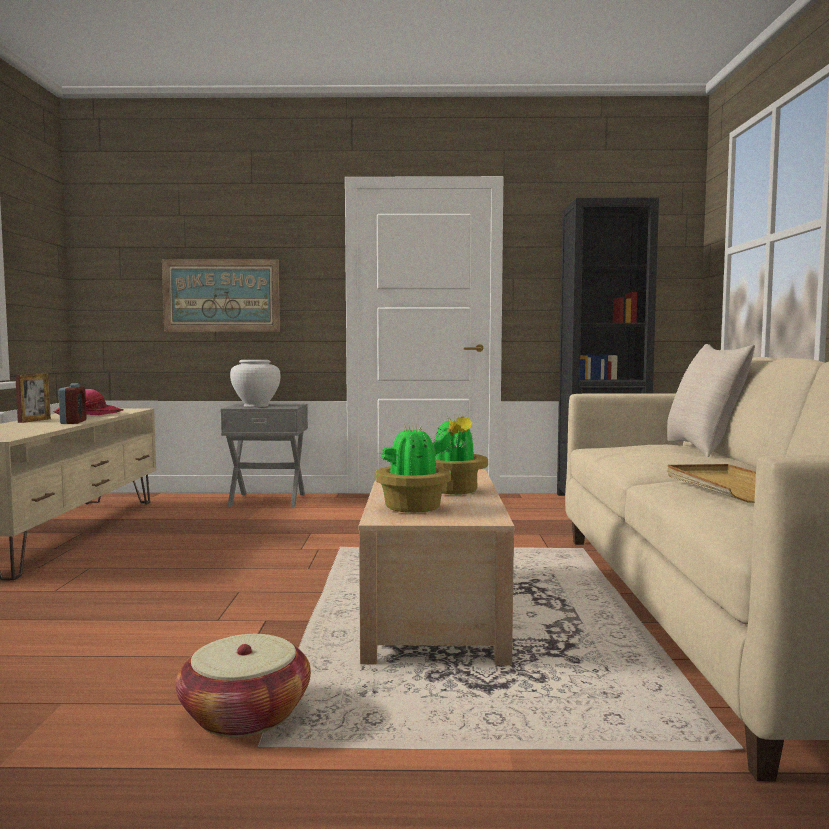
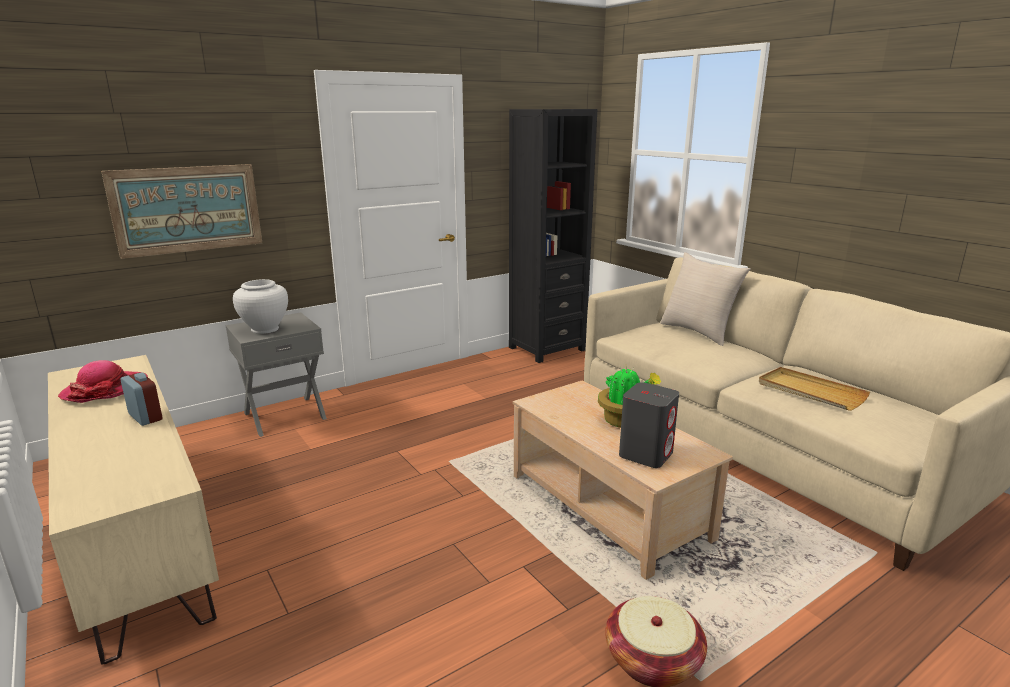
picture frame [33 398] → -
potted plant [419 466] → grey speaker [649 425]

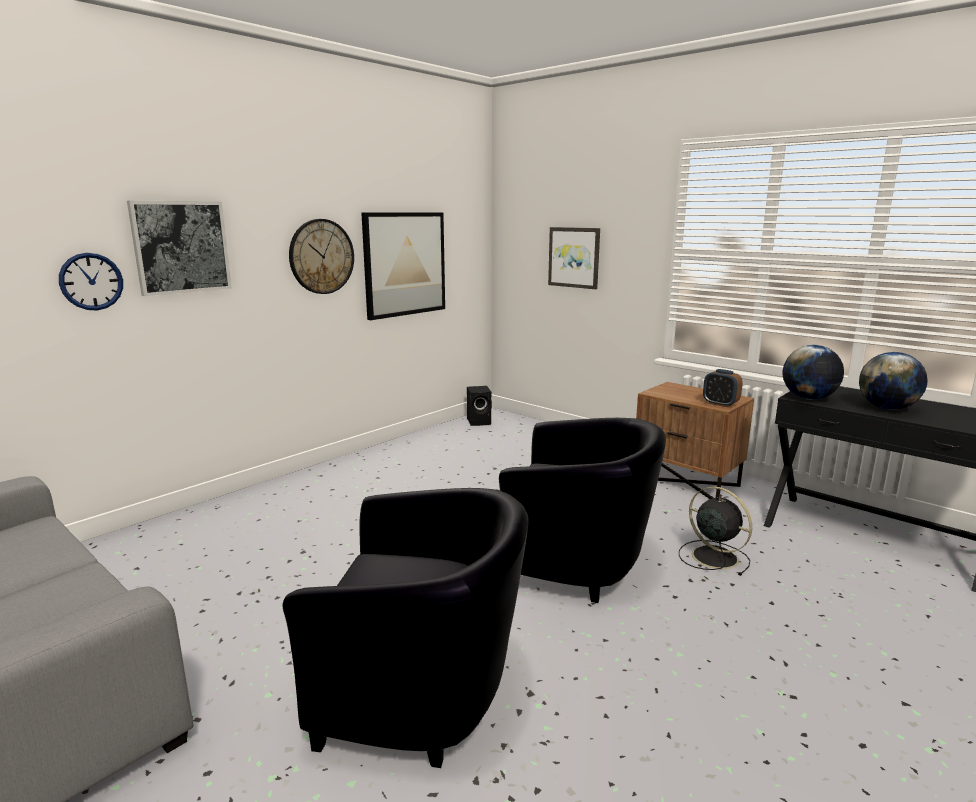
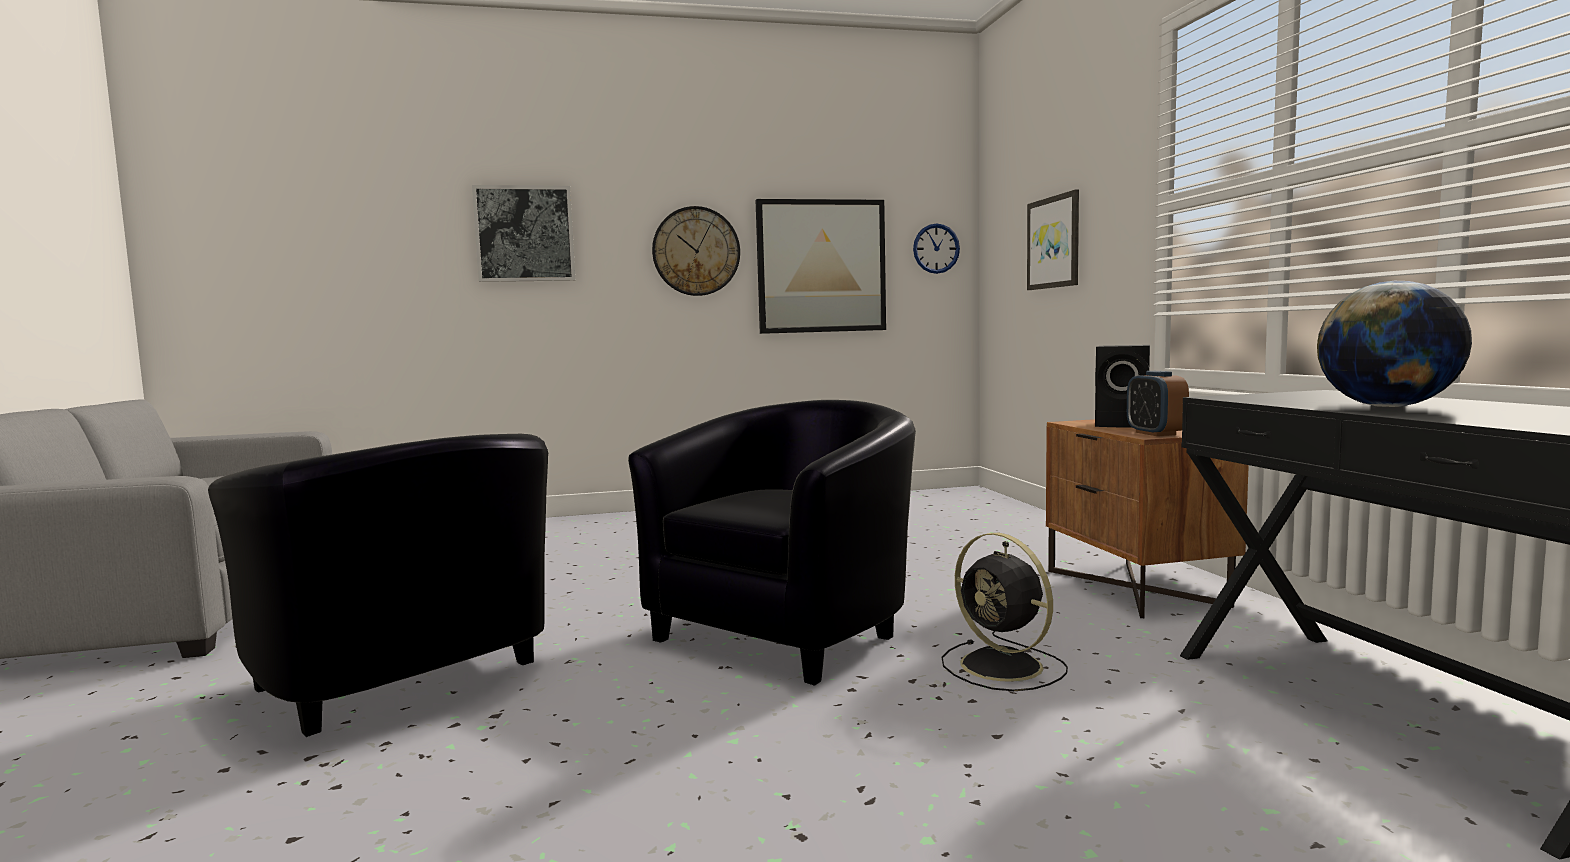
wall clock [91 281] → wall clock [936 248], moved
globe [813 372] → -
black speaker [479 406] → black speaker [1122 386], moved
black armchair [582 510] → black armchair [772 543], 105 degrees counterclockwise
black fan [715 531] → black fan [1004 612], 150 degrees clockwise

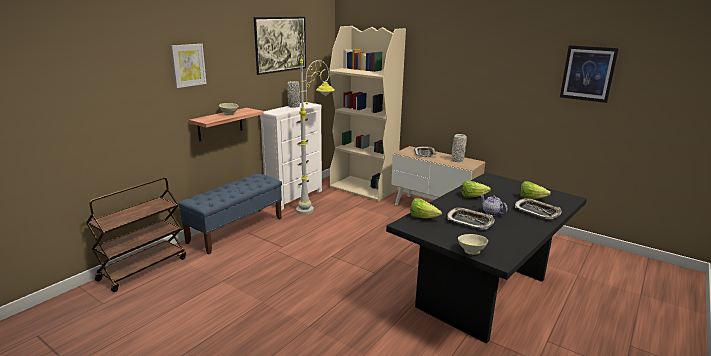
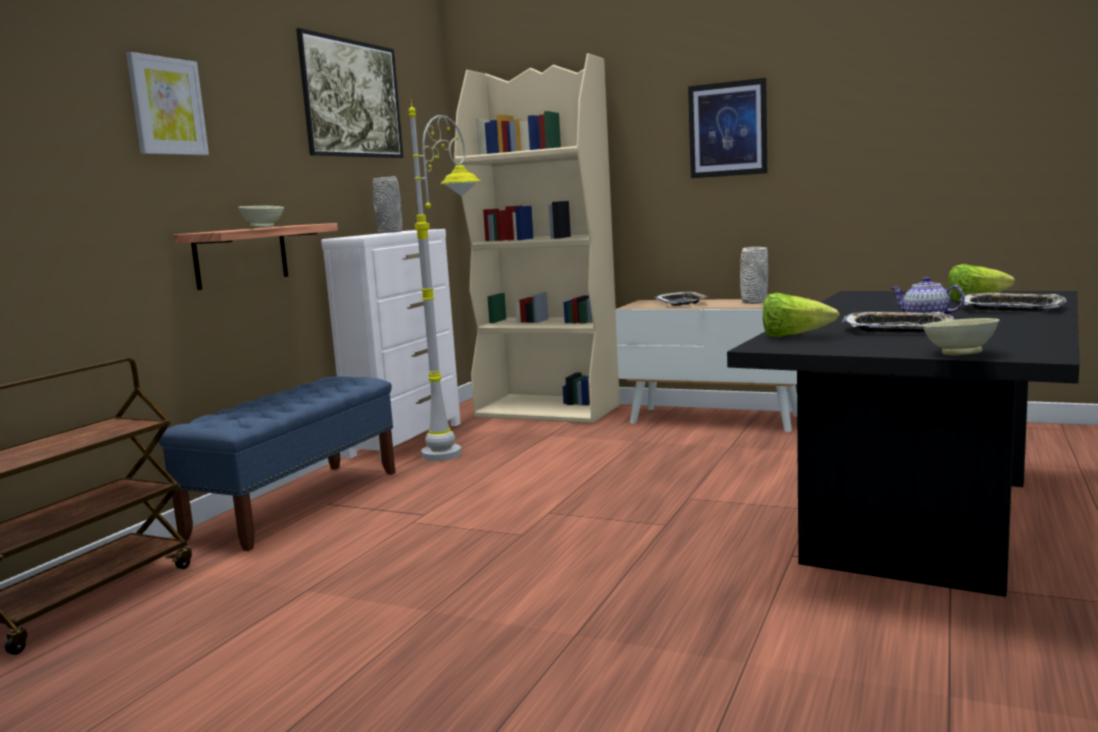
picture [589 74] → picture [727 128], moved
lettuce [476 189] → -

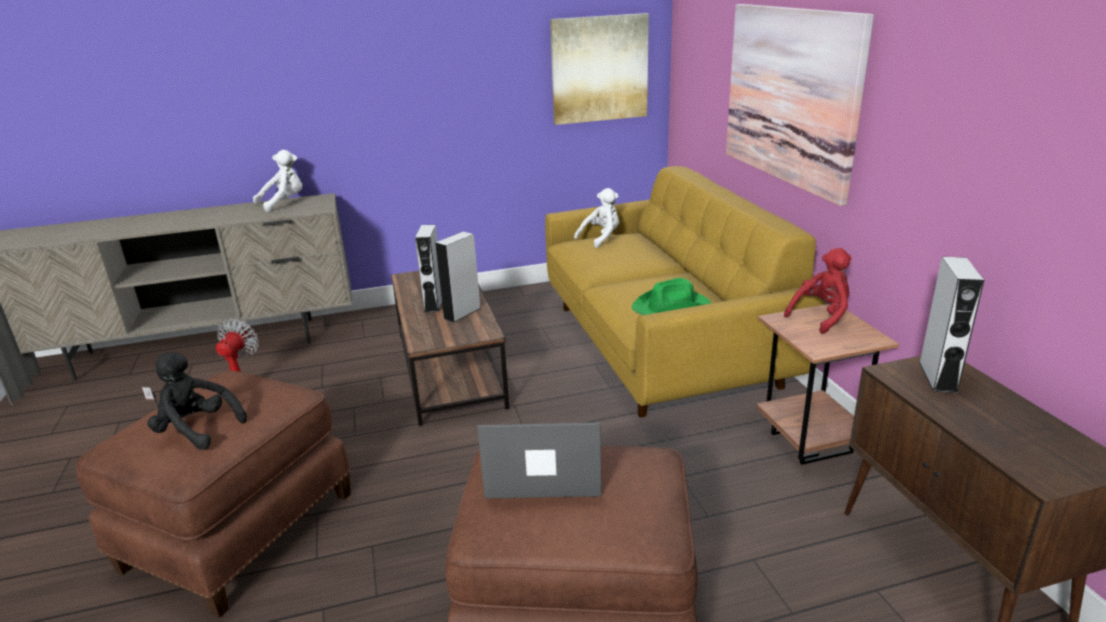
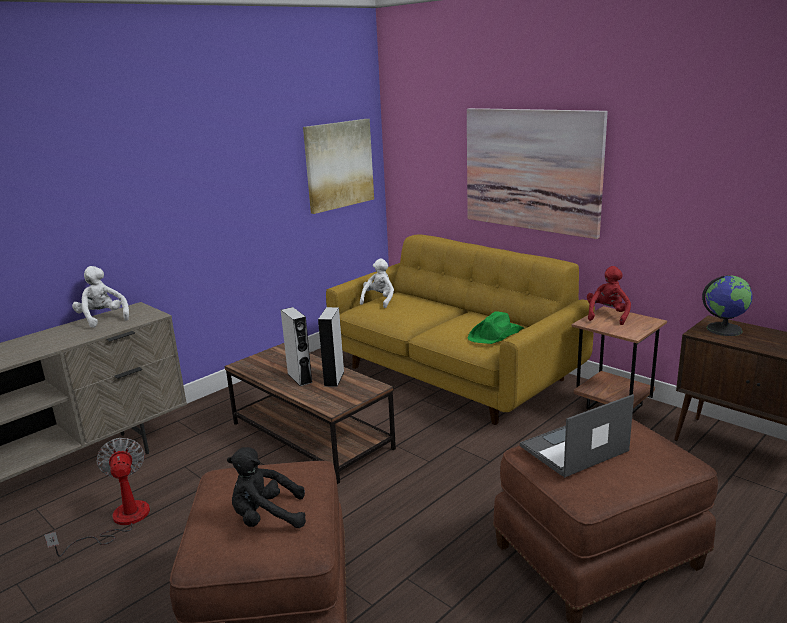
white plush toy [277 181] → white plush toy [100 297], 60 degrees counterclockwise
grey speaker [951 325] → globe [727 305]

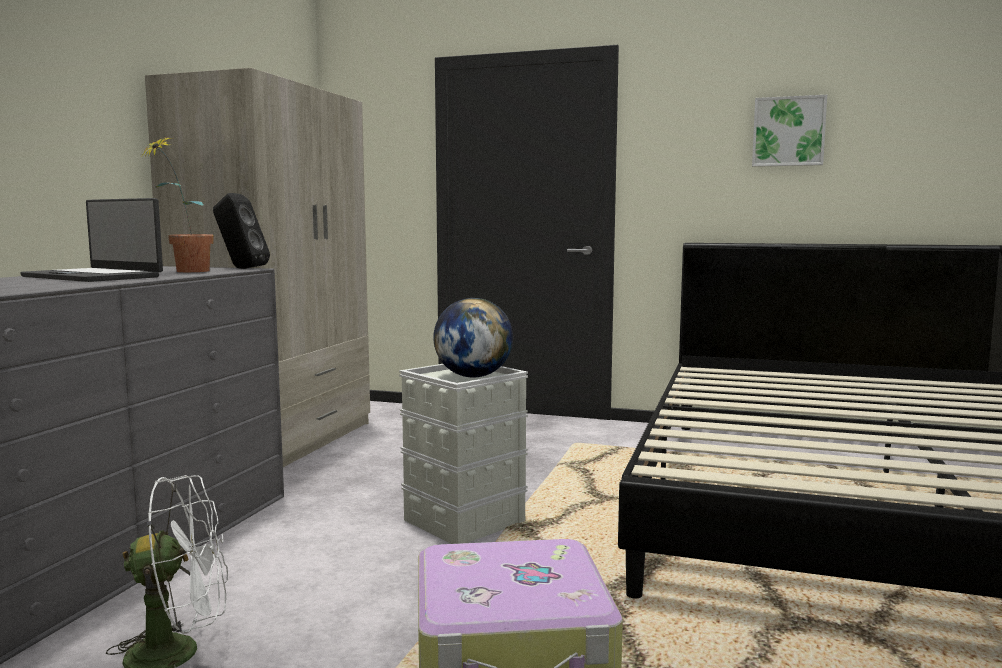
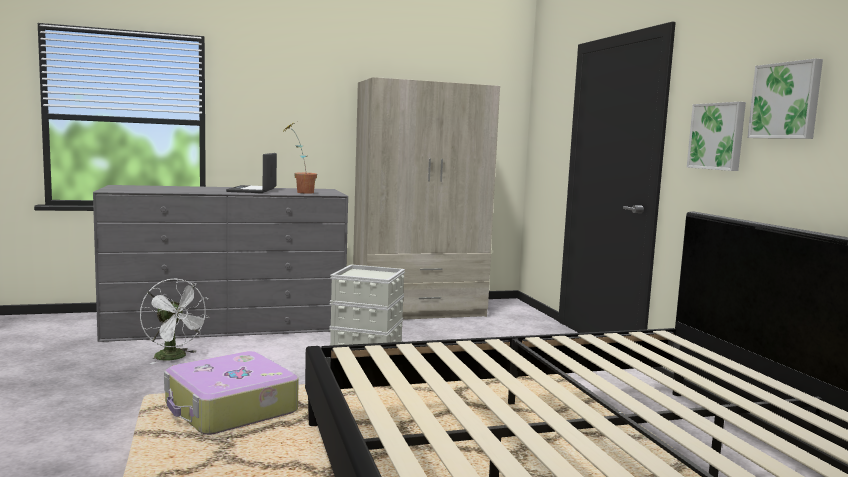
black speaker [241 231] → -
globe [473 337] → -
- → picture [716 136]

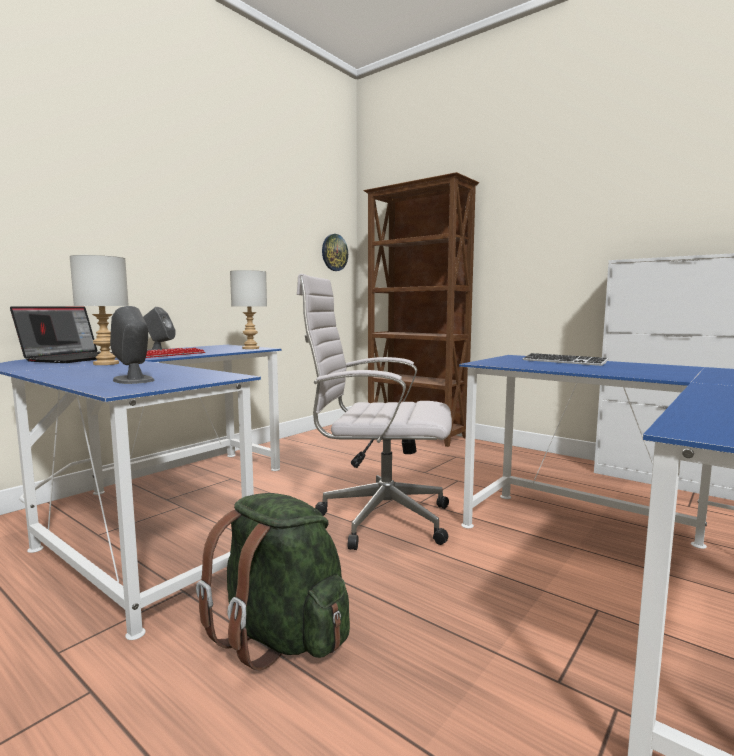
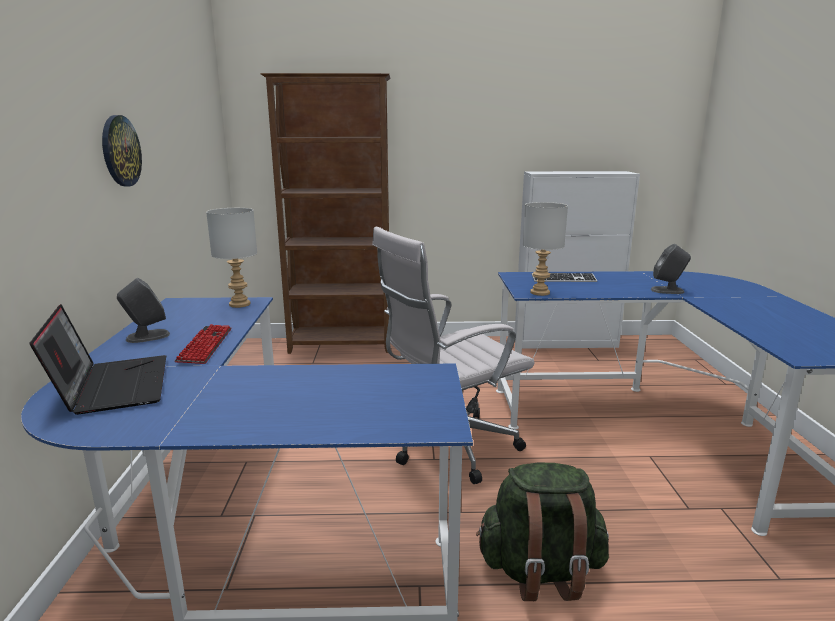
wall clock [335 252] → wall clock [122 150], moved
grey table lamp [99 310] → grey table lamp [545 249], moved
grey speaker [132 345] → grey speaker [671 269], moved

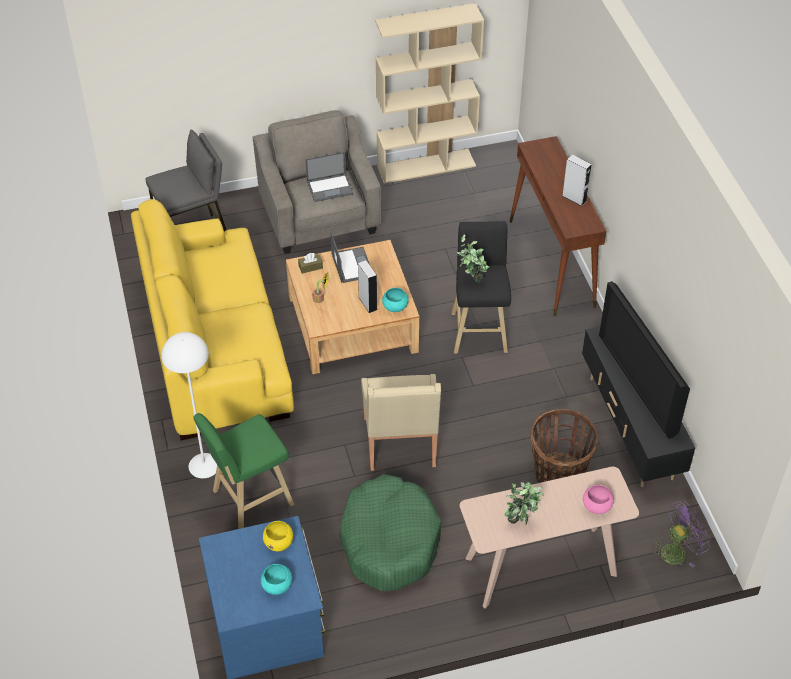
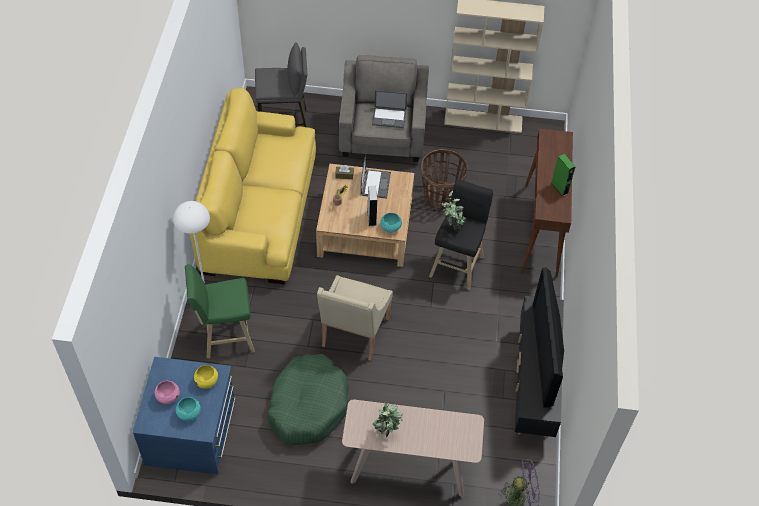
grey speaker [577 180] → green speaker [563 175]
basket [564 446] → basket [444 179], moved
pink bowl [598 499] → pink bowl [167 392], moved

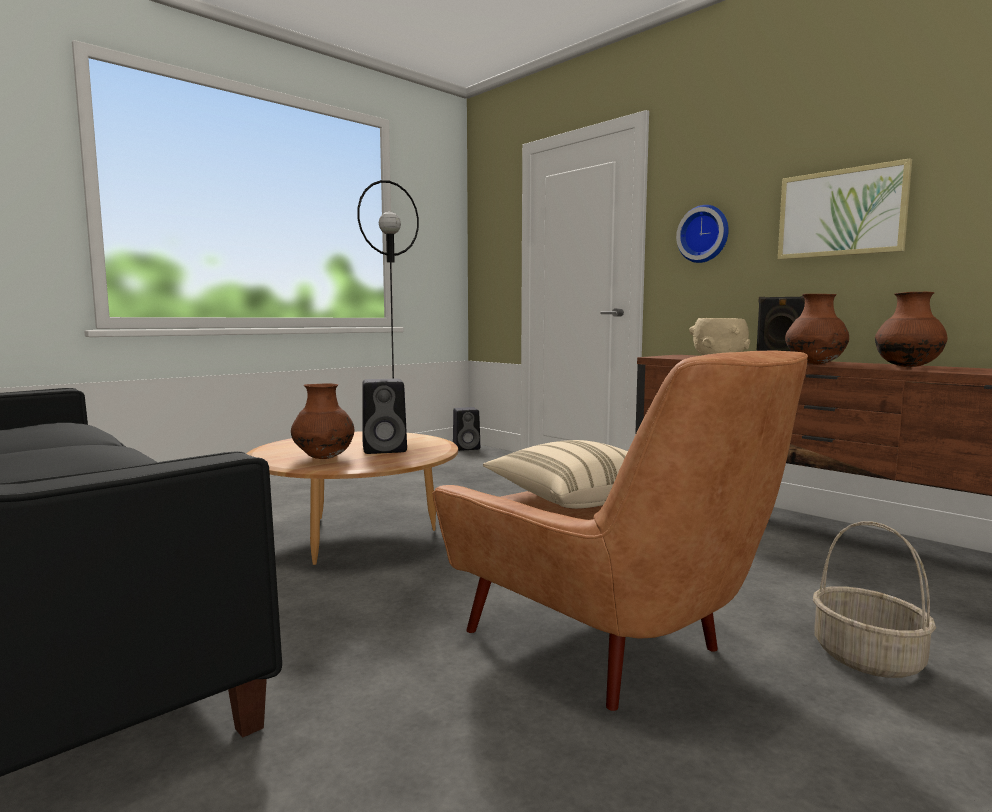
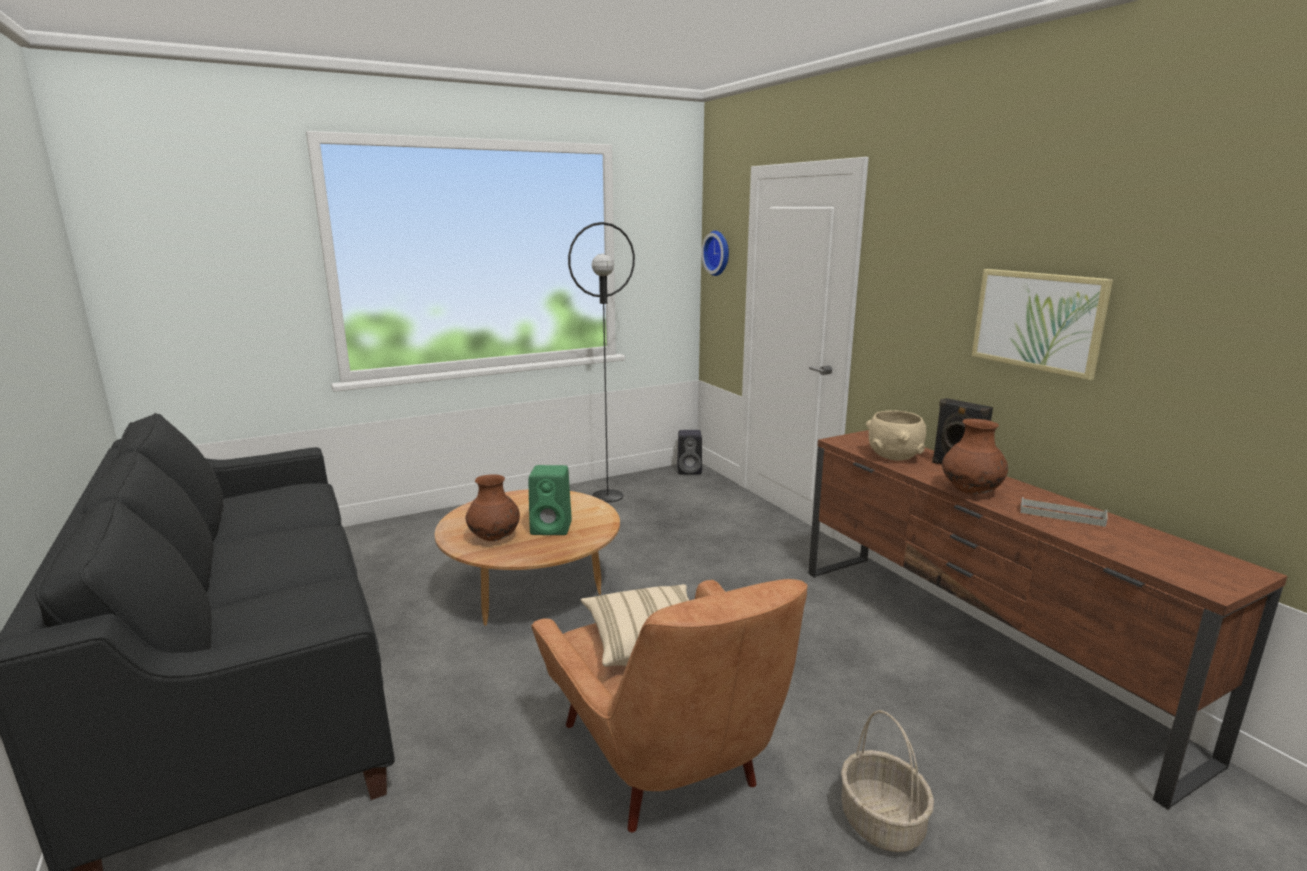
wall clock [702 234] → wall clock [715 253], moved
brown vase [911 329] → grey tray [1064 512]
black speaker [384 416] → green speaker [550 500]

